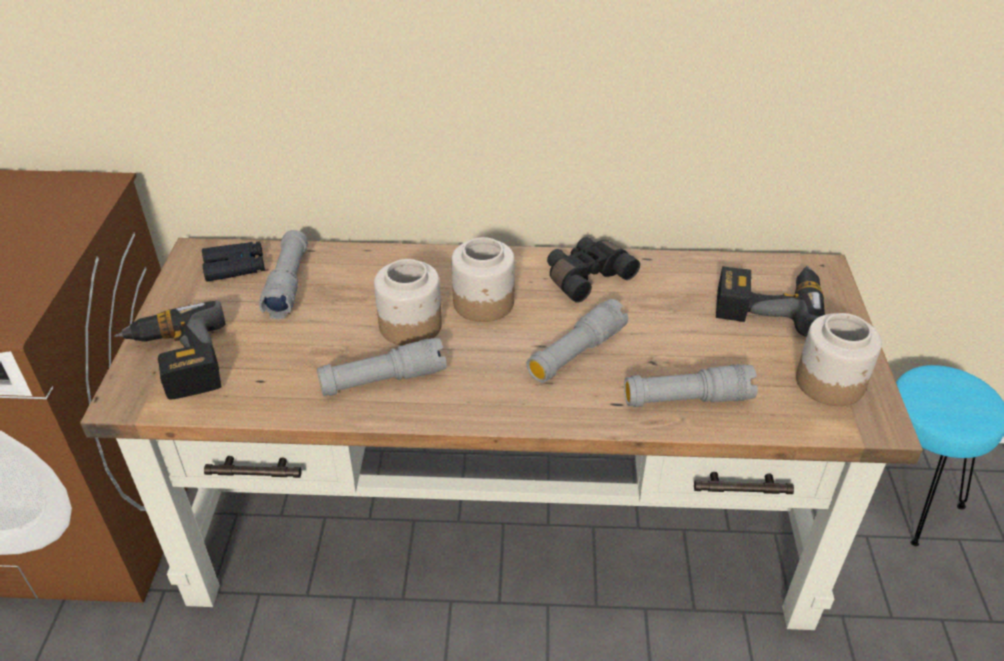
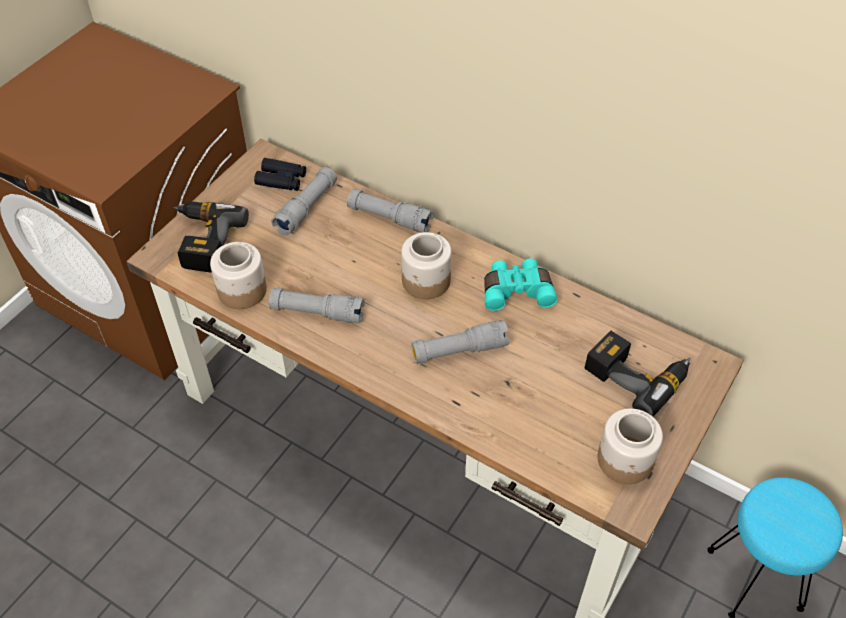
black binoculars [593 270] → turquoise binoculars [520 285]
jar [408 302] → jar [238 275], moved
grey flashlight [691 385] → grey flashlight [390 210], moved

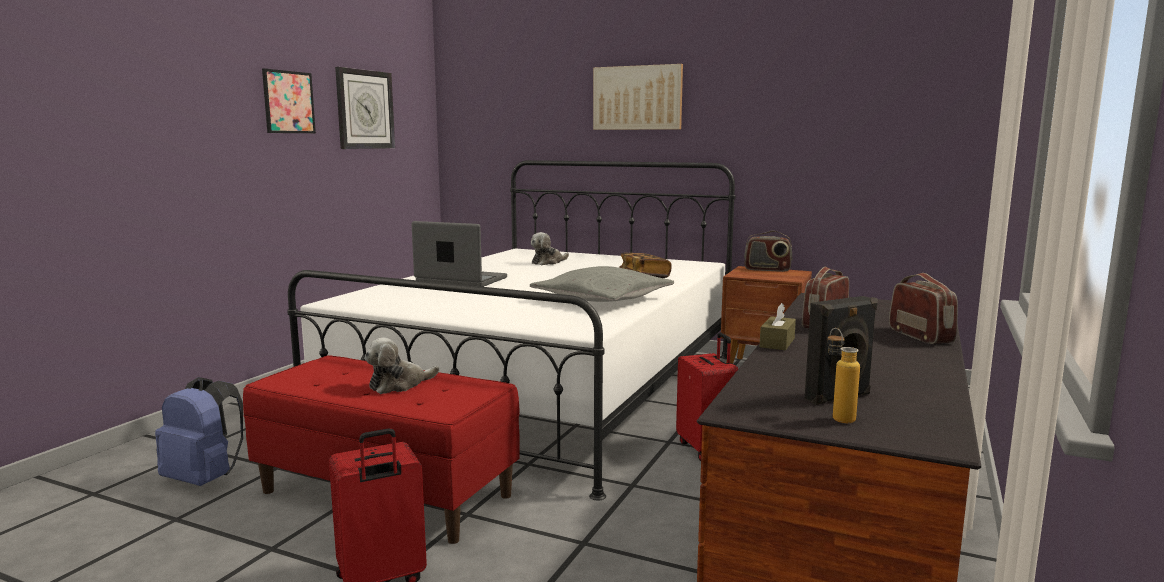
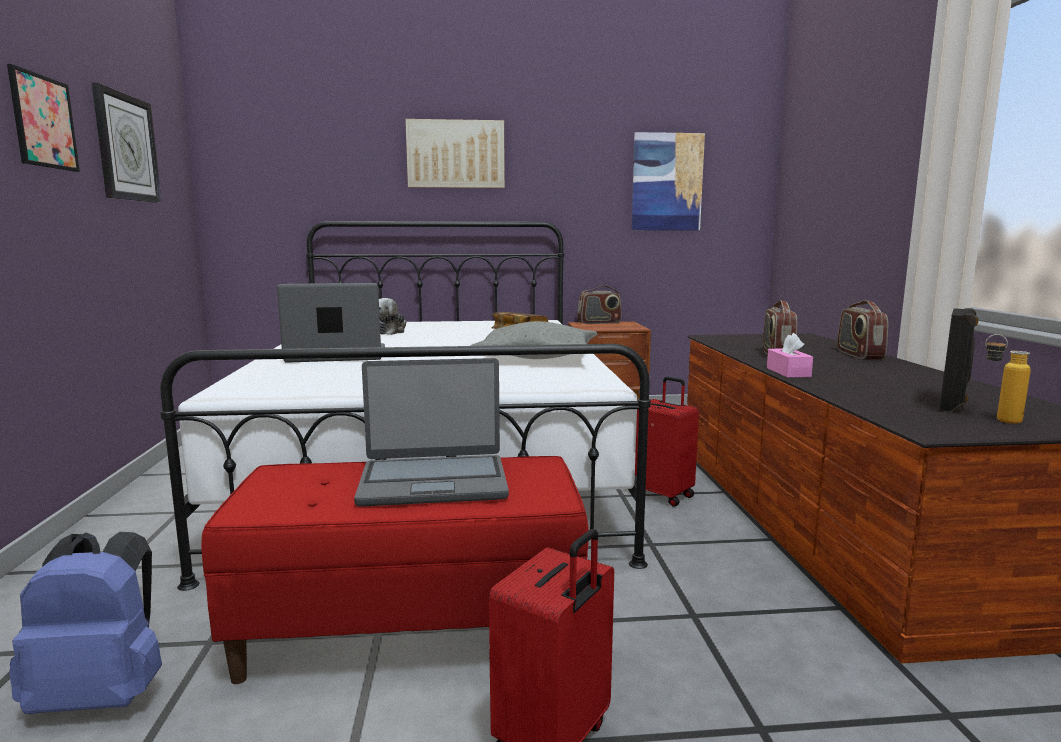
radio [923 308] → radio [862 329], 135 degrees counterclockwise
brown tissue box [777 326] → pink tissue box [790 355]
plush toy [401 366] → laptop [431 432]
- → picture [668 181]

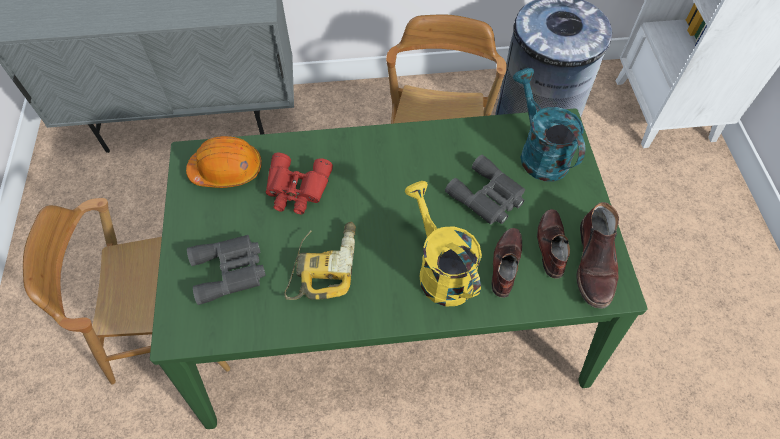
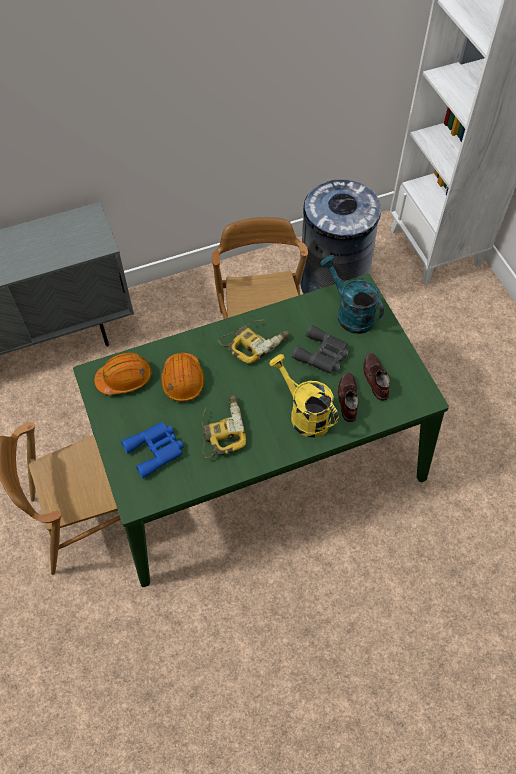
red binoculars [299 183] → orange hard hat [182 377]
brown boot [597 255] → -
grey binoculars [226 270] → blue binoculars [152 449]
- → power drill [253 341]

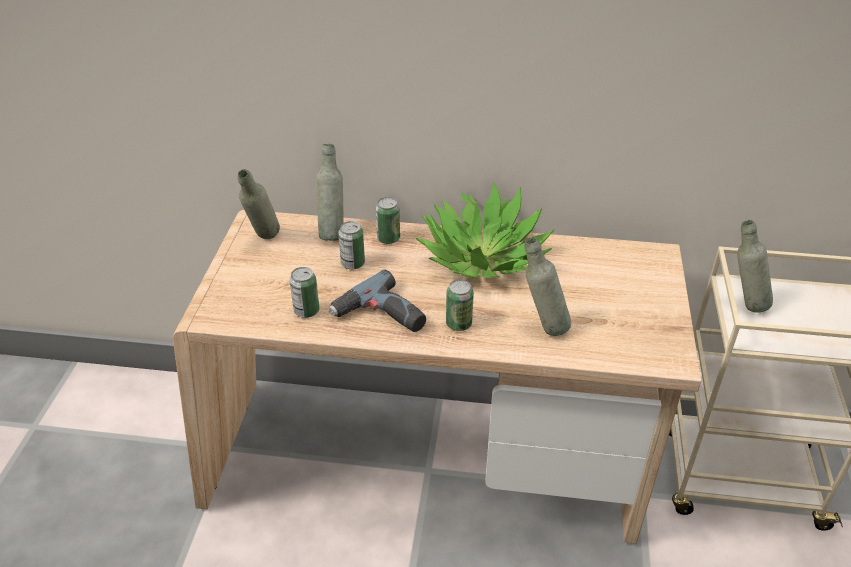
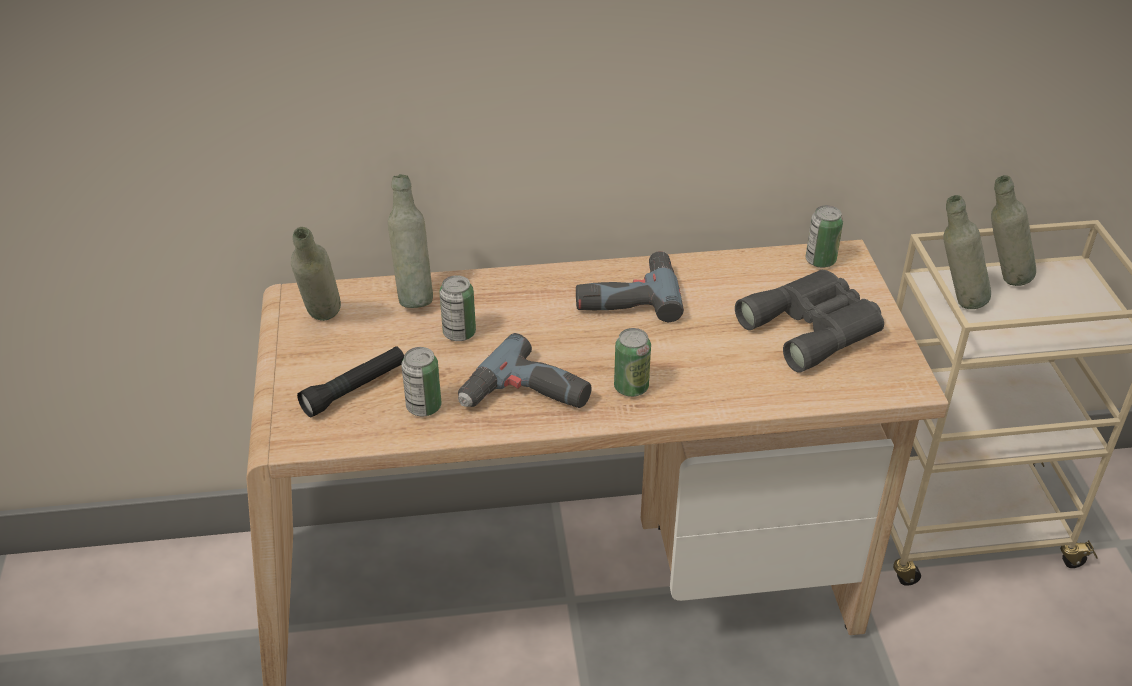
potted plant [485 230] → power drill [630 286]
can [388 220] → can [824 236], moved
grey bottle [548 286] → grey bottle [1013 230], moved
- → grey binoculars [809 321]
- → black flashlight [350 381]

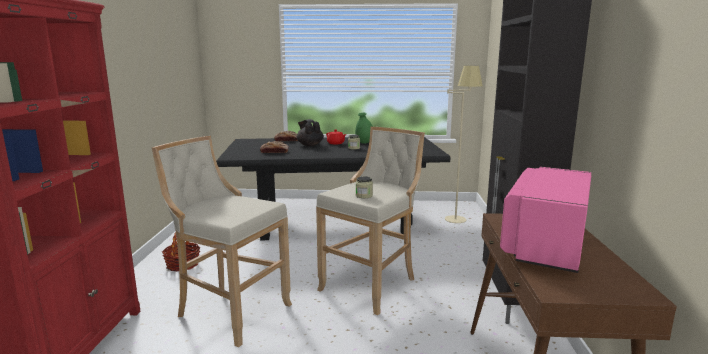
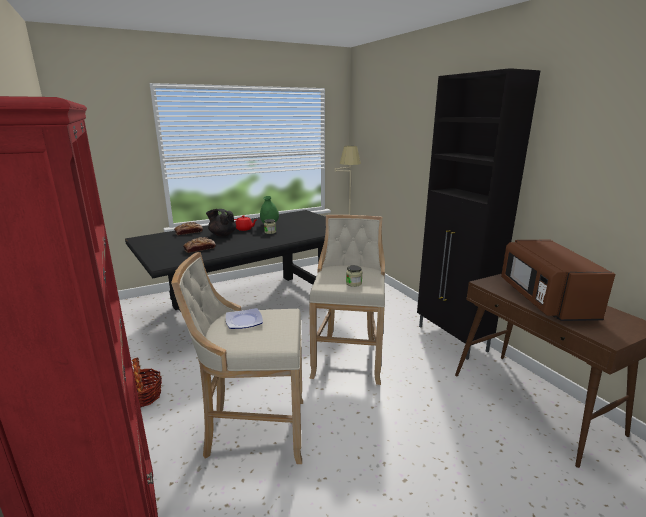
pink microwave [545 220] → brown microwave [558 280]
- → plate [244 318]

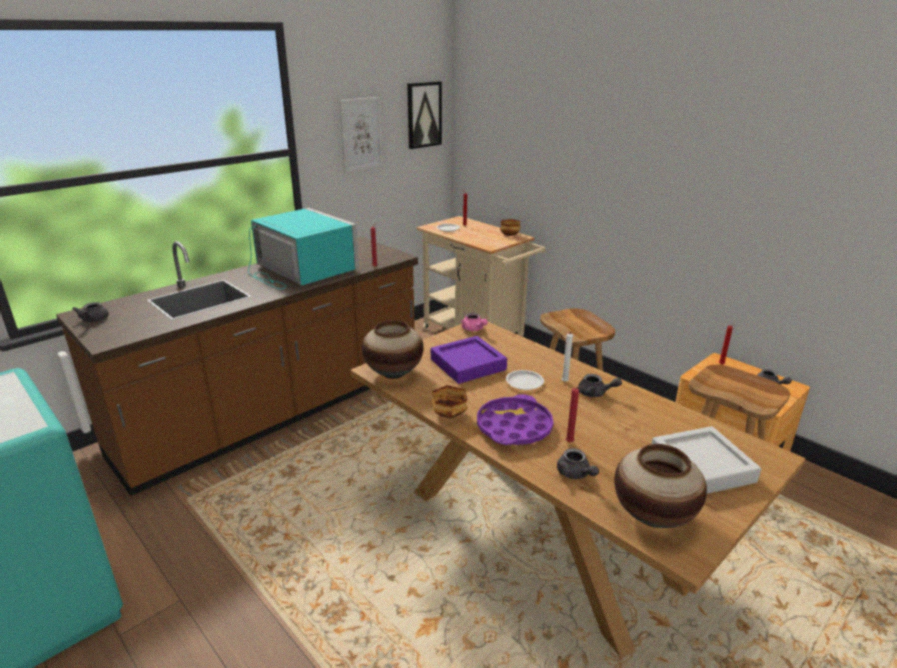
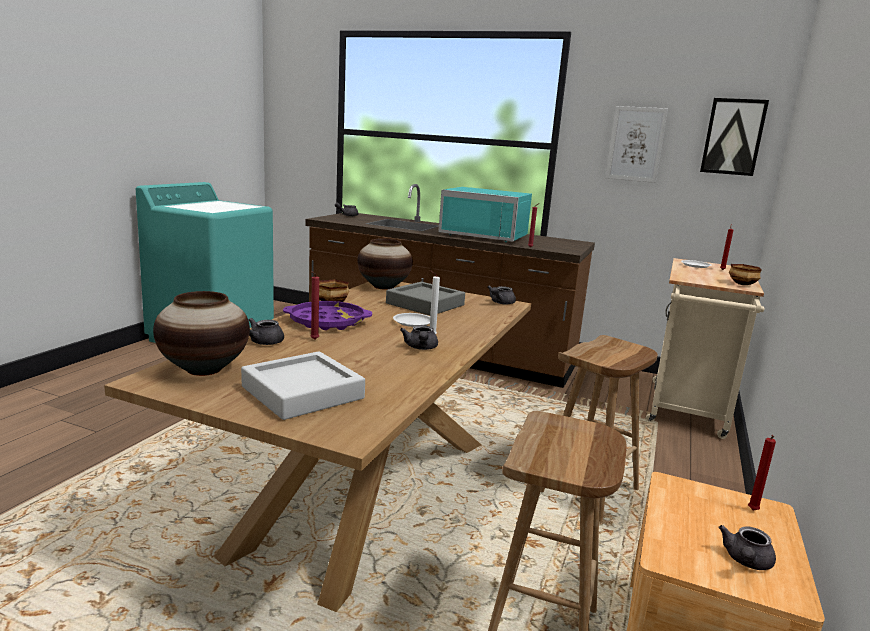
turquoise microwave [303 248] → turquoise microwave [485 214], 90 degrees clockwise
pink teapot [474 322] → grey teapot [502 295]
purple tray [469 360] → grey tray [425 299]

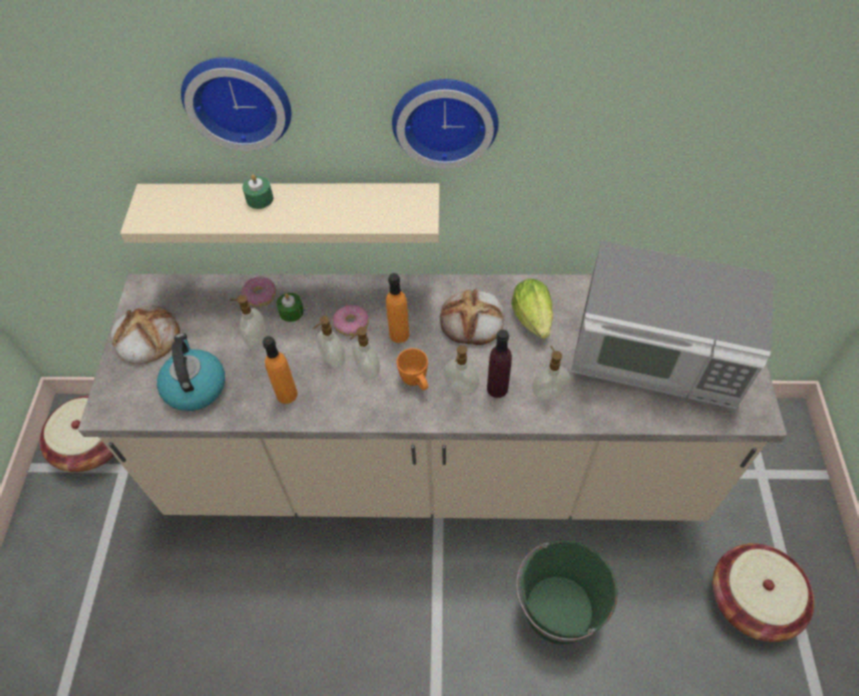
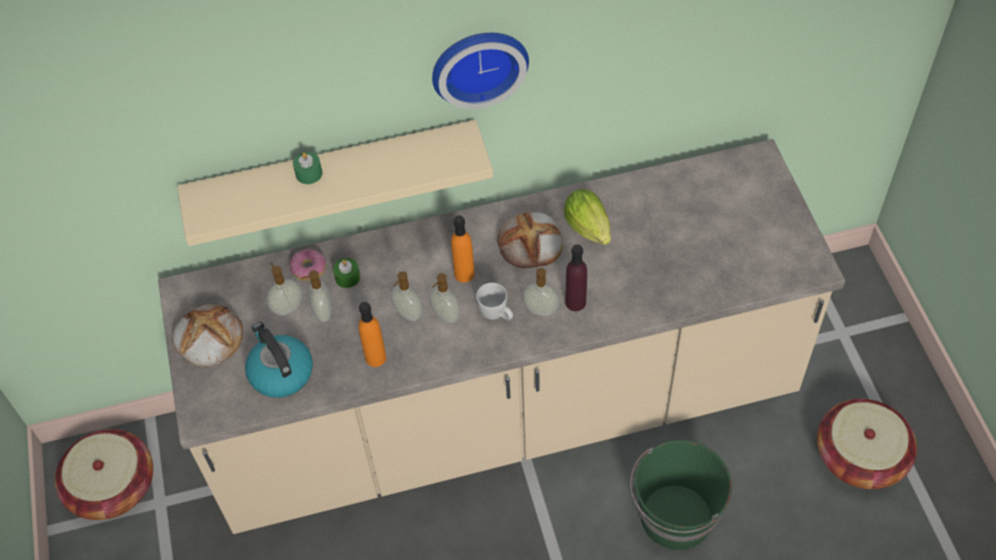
wall clock [236 104] → -
microwave [672 325] → -
donut [351 320] → -
soap dispenser [551 373] → soap dispenser [284 289], moved
orange mug [412 369] → white mug [494 301]

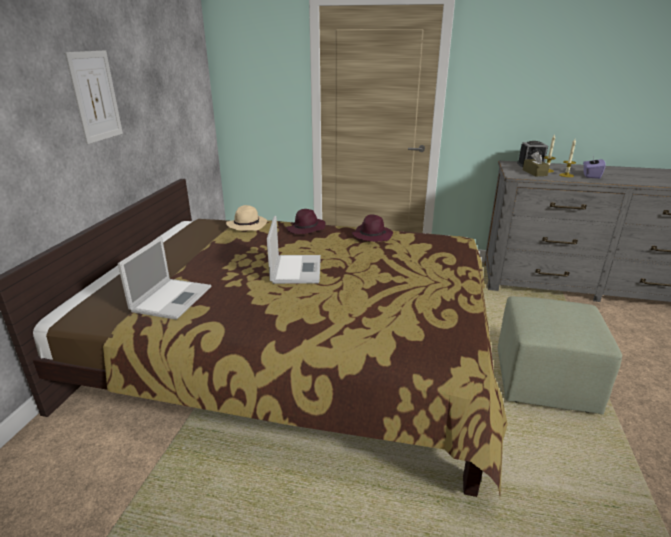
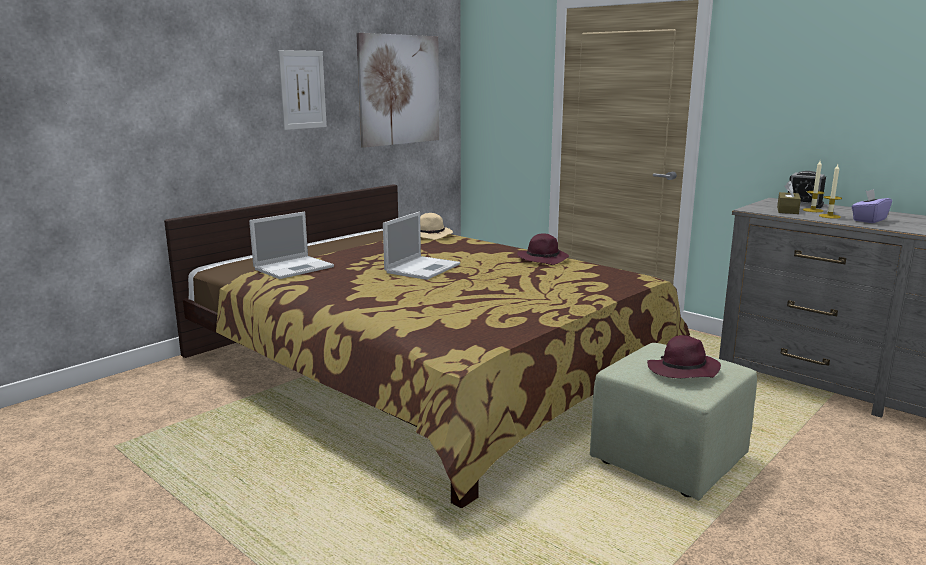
purple hat [306 221] → purple hat [684 356], moved
- → picture [397 90]

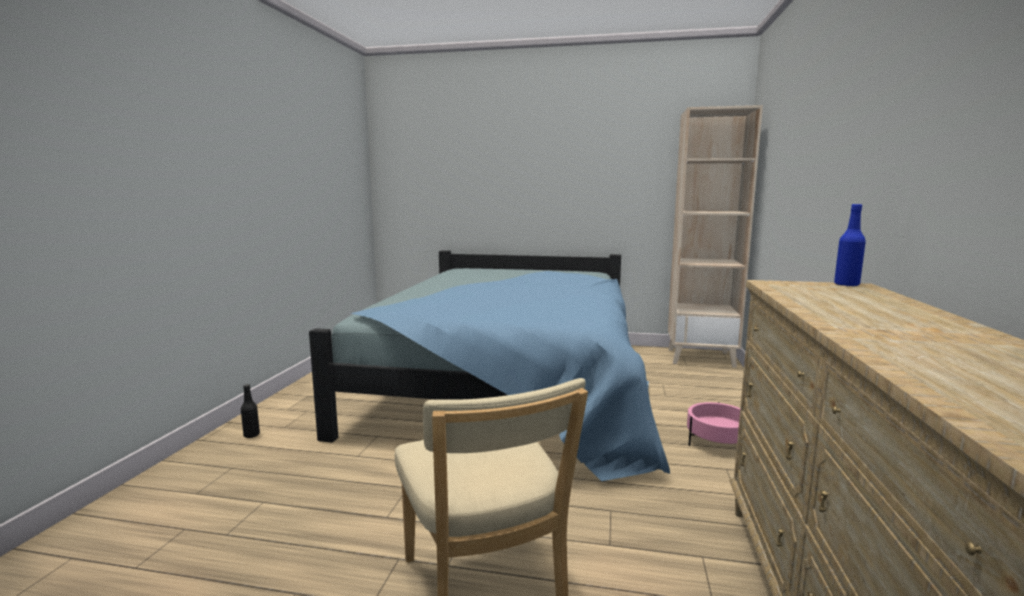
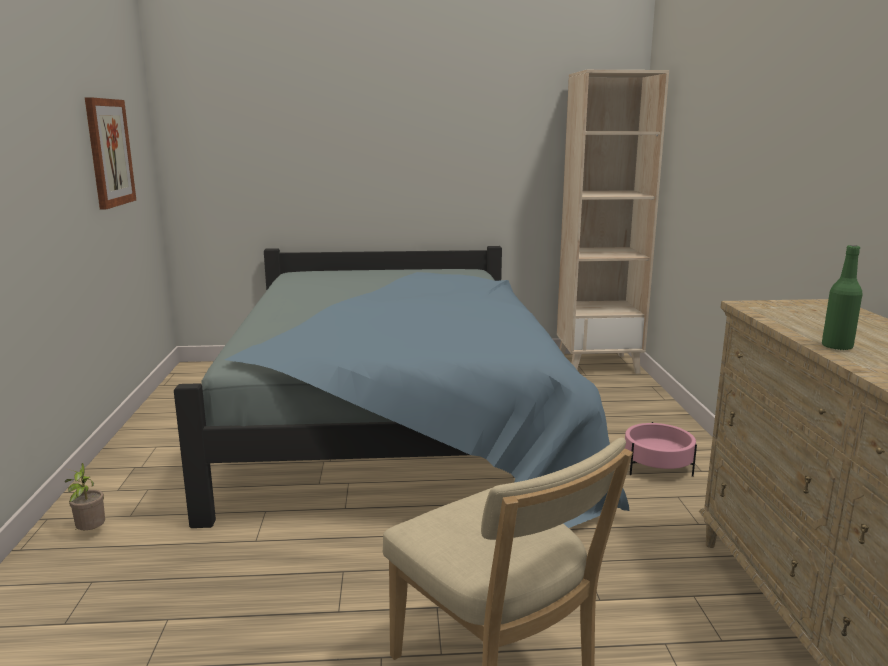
blue bottle [850 245] → -
black bottle [250 411] → potted plant [85 497]
- → picture [110 153]
- → green bottle [842 298]

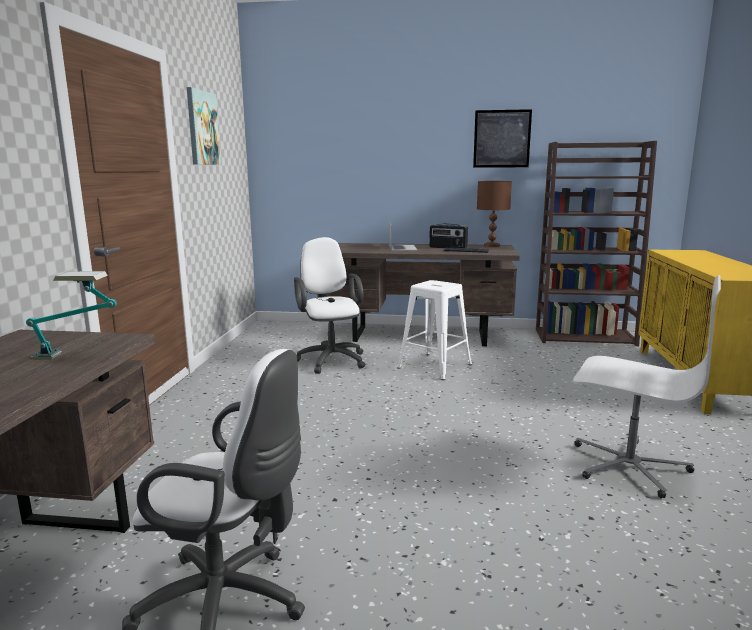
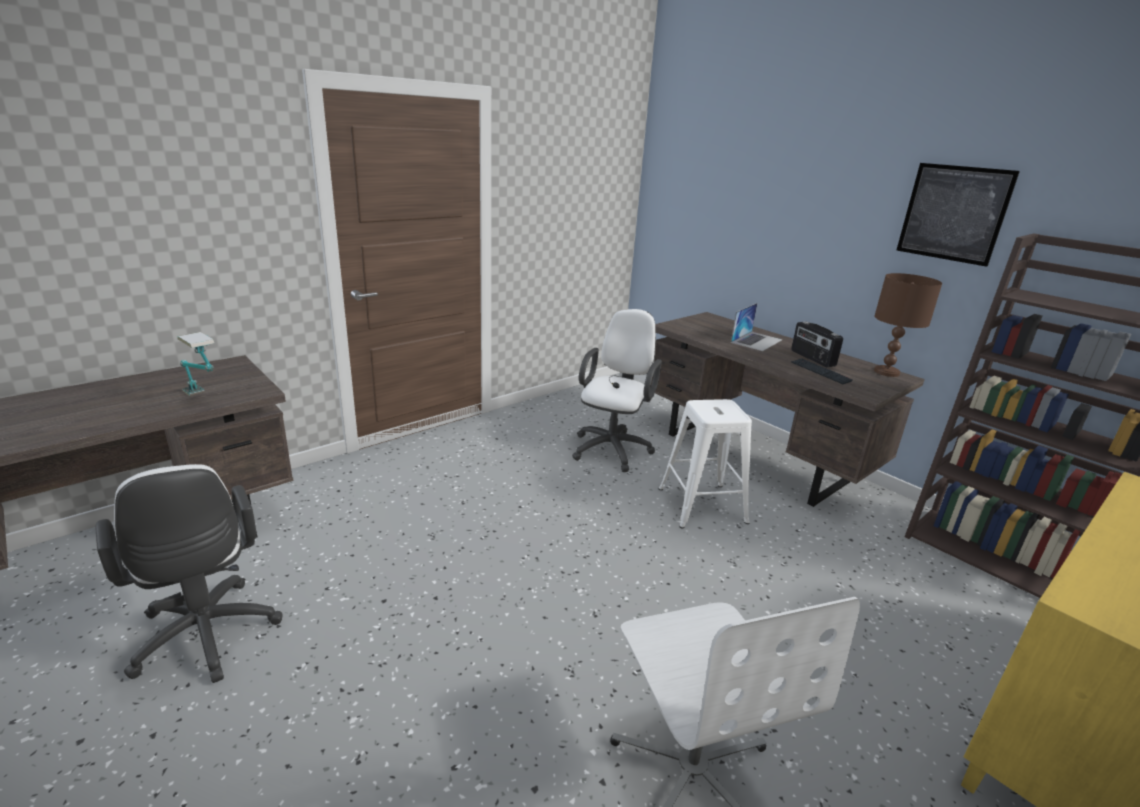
picture [204 126] → -

